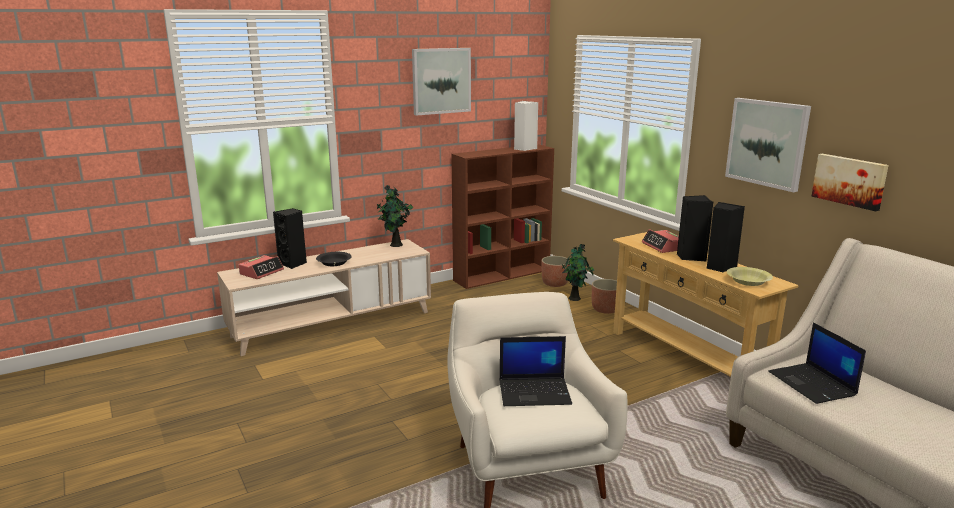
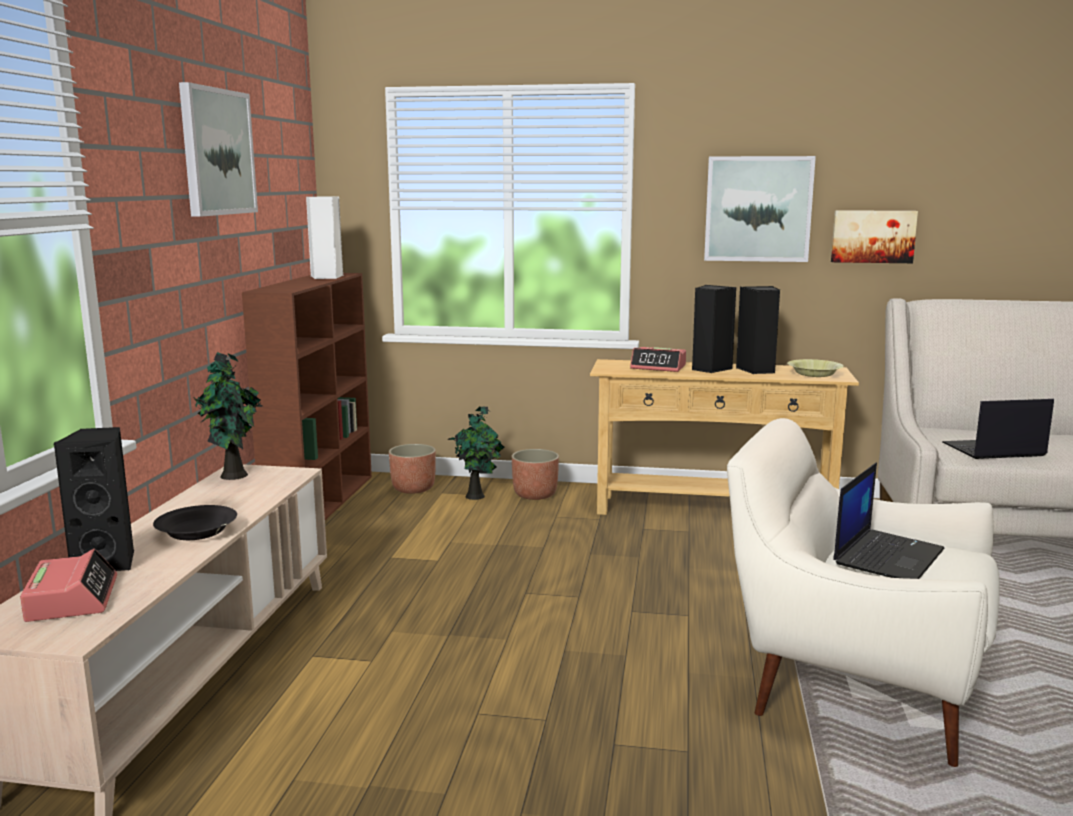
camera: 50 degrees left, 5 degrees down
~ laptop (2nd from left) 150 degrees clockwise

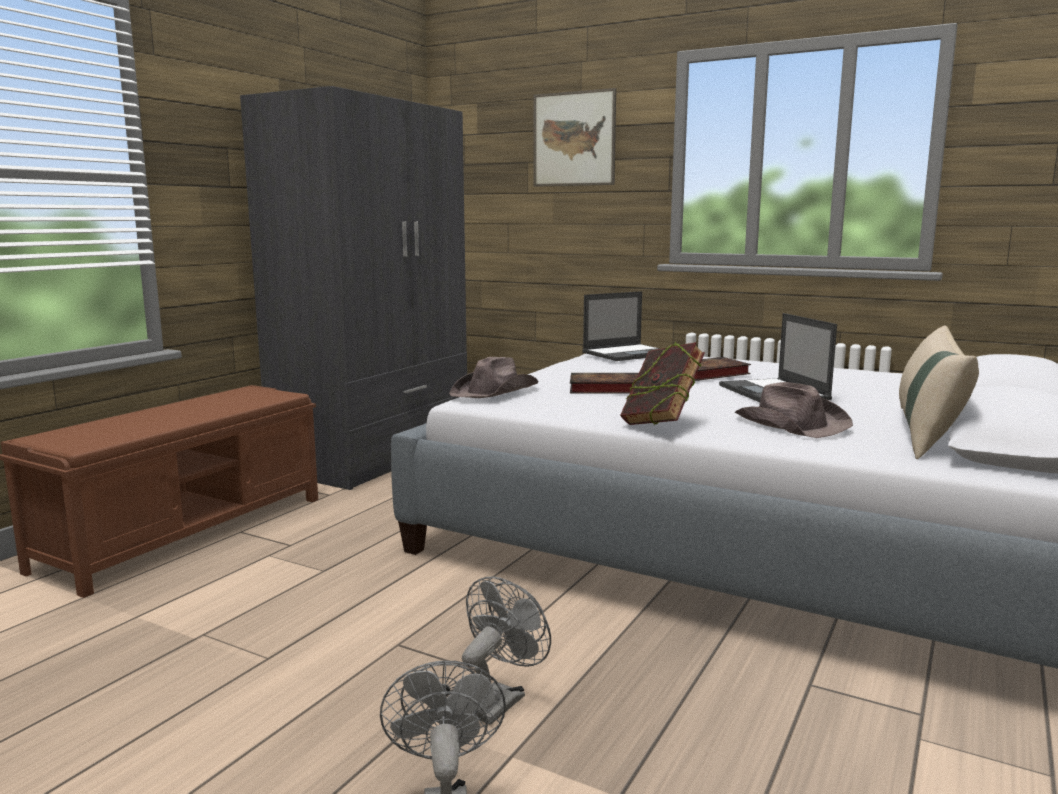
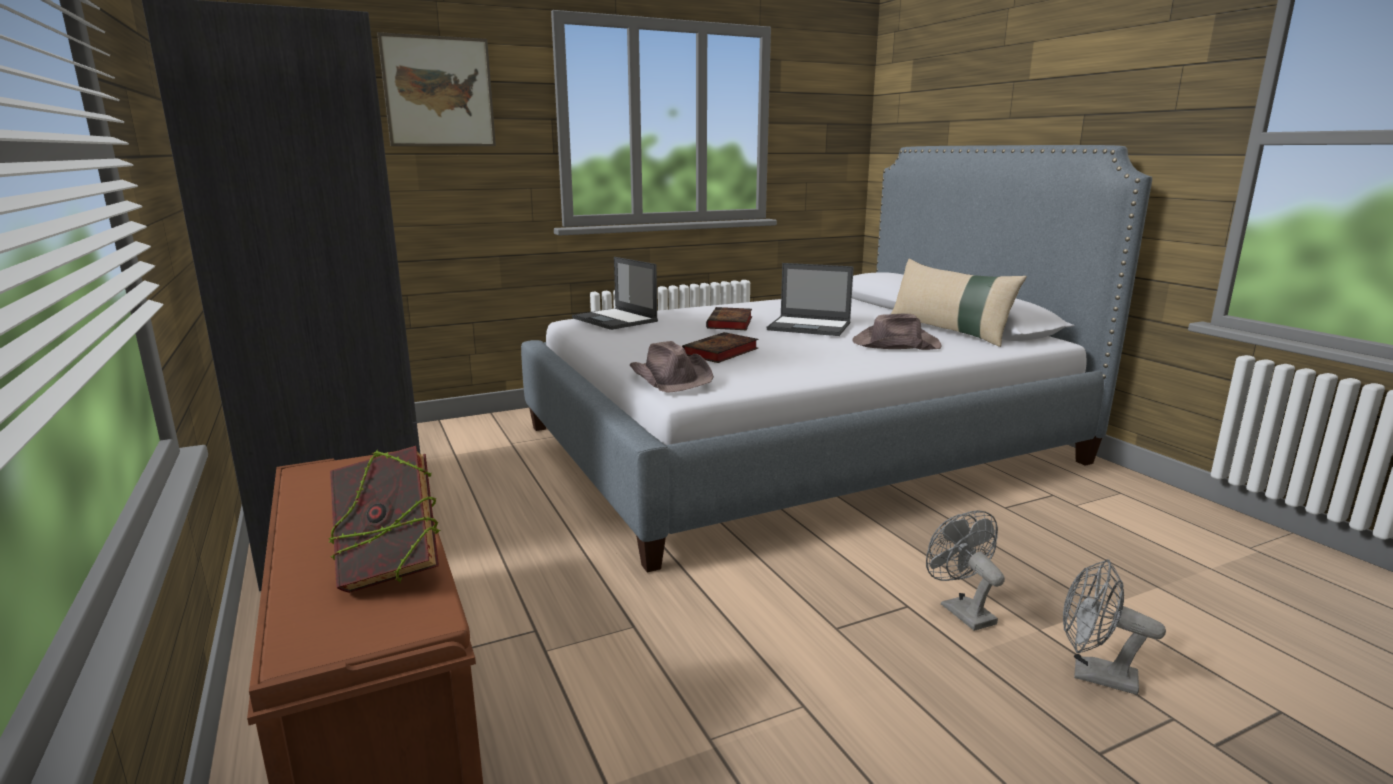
camera: 55 degrees left, 5 degrees up
~ laptop (1st from left) 135 degrees clockwise
~ bound book (2nd from left in the first image) to bound book (1st from left)

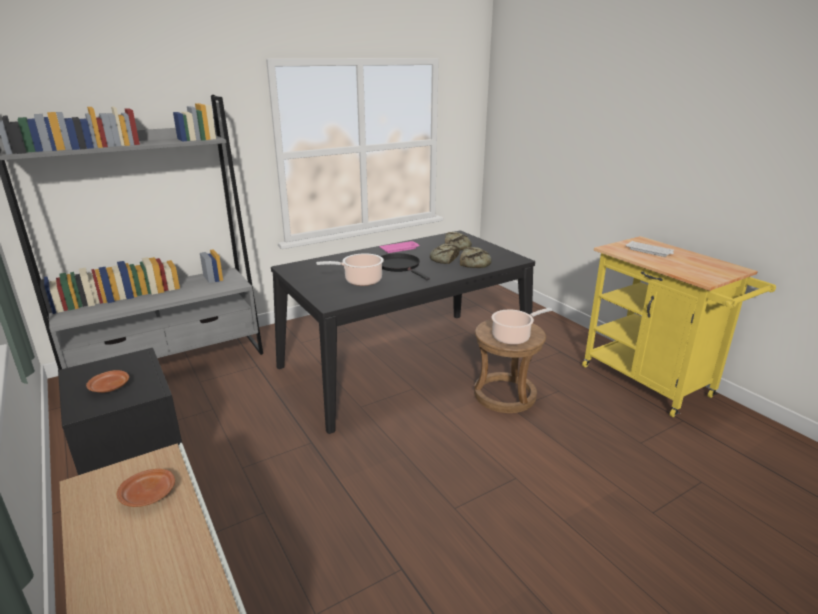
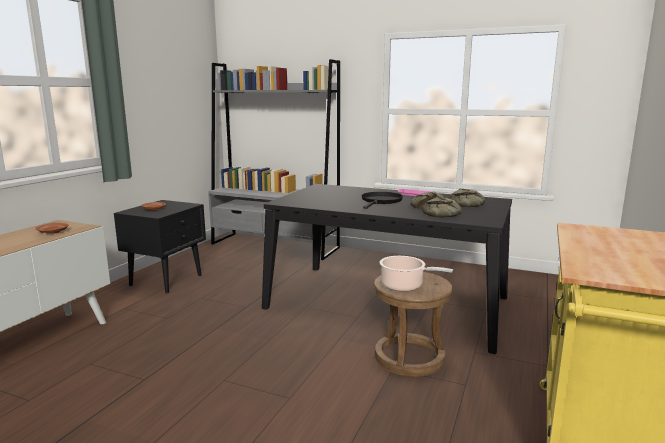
camera: 55 degrees right, 10 degrees down
- stockpot (1st from left)
- serving tray (whitish)

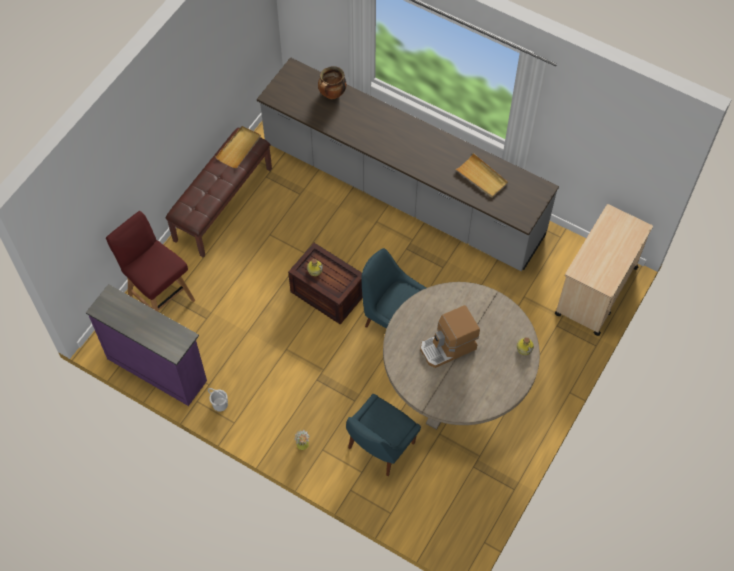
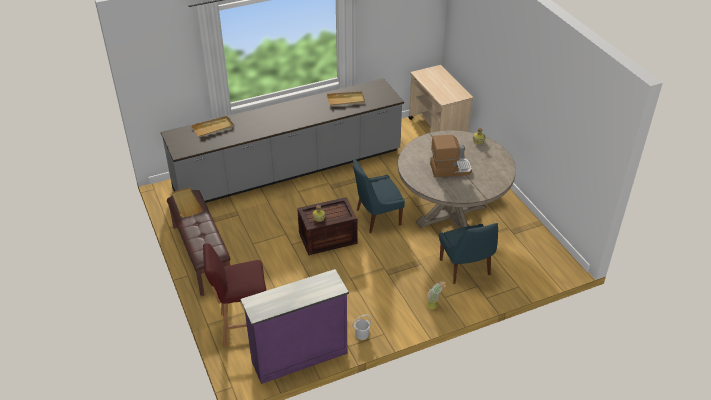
camera: 55 degrees left, 20 degrees down
~ stockpot to serving tray (beige-coloured) (2nd from left)
~ coffee maker 105 degrees counterclockwise

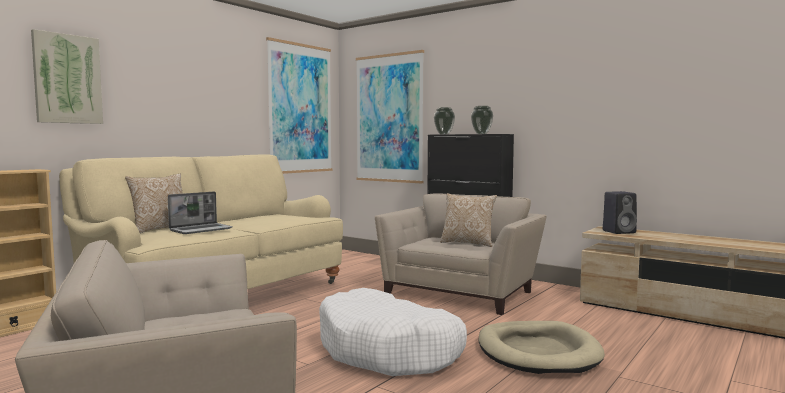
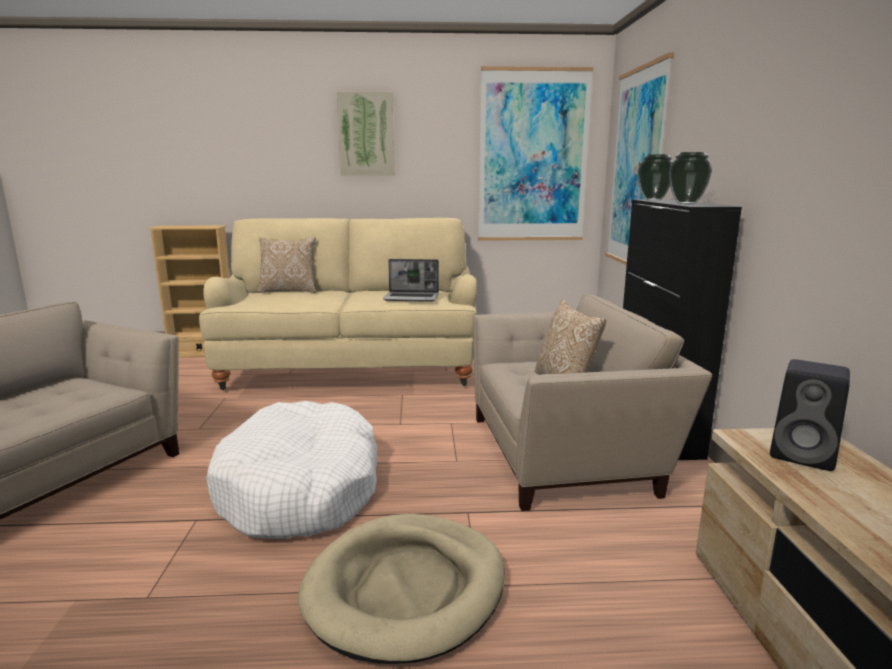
camera: 50 degrees right, 10 degrees up
~ wall art (1st from left)
~ laptop

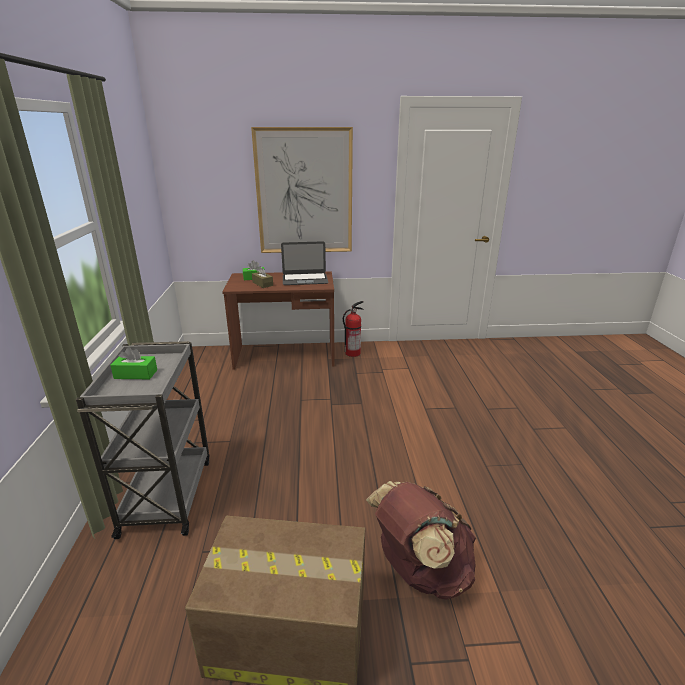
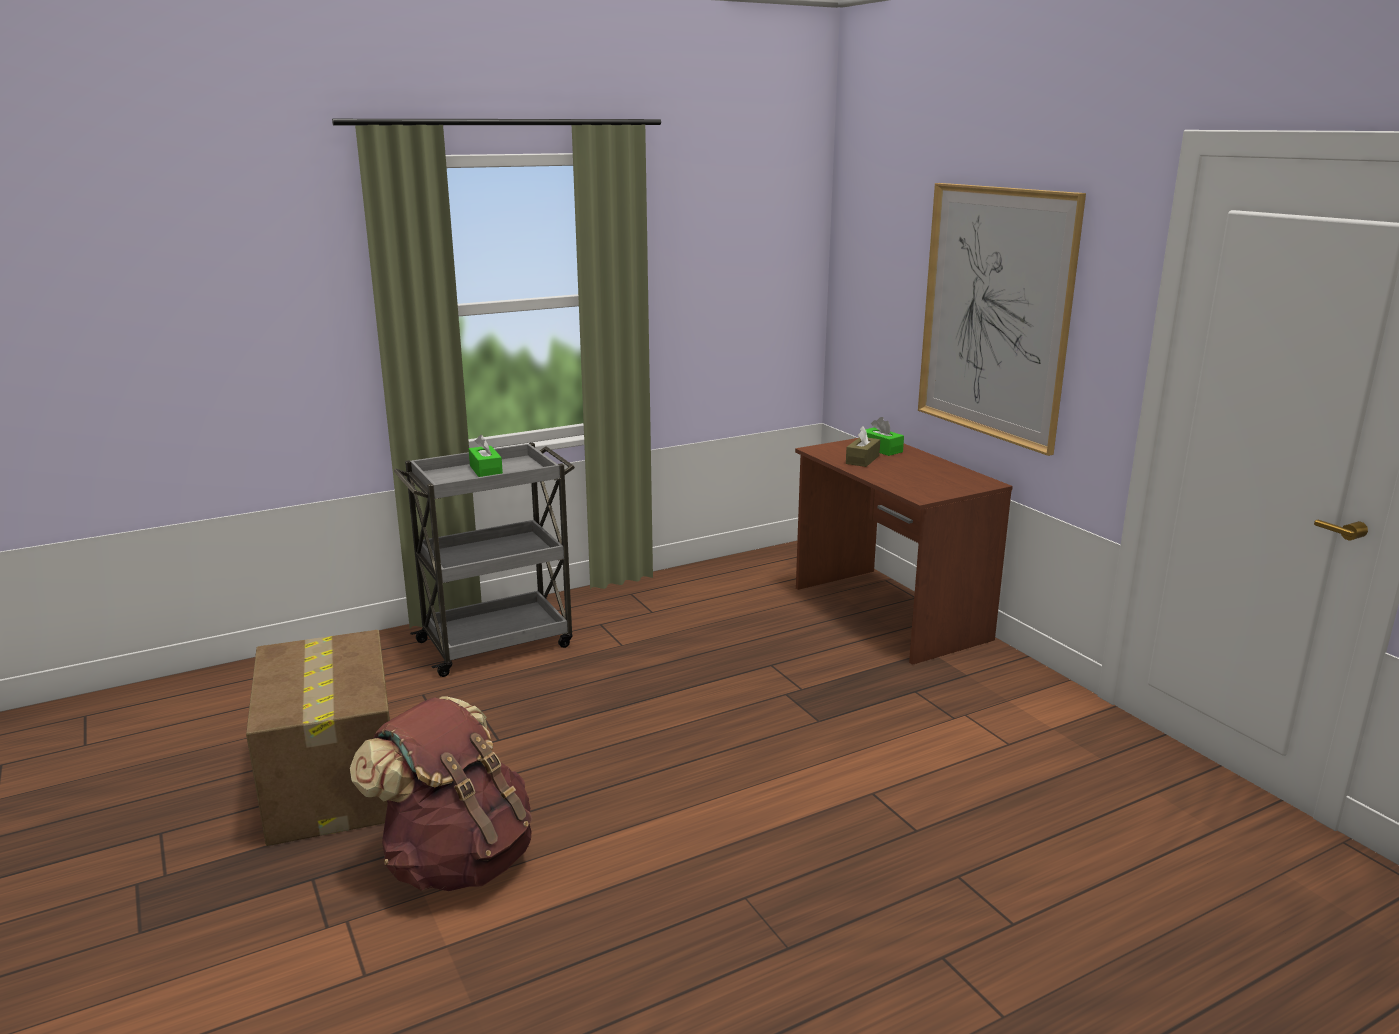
camera: 65 degrees right, 5 degrees down
- laptop
- fire extinguisher

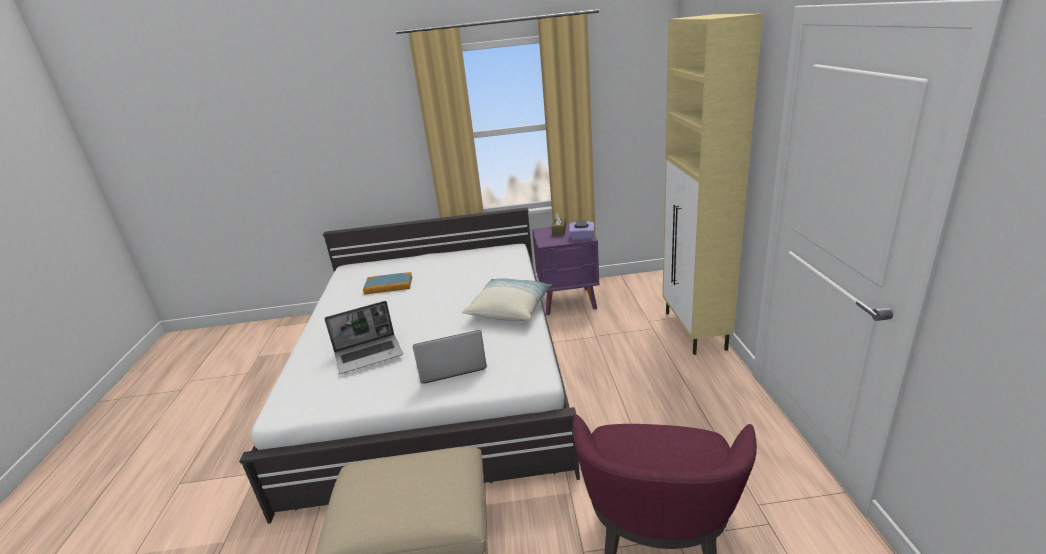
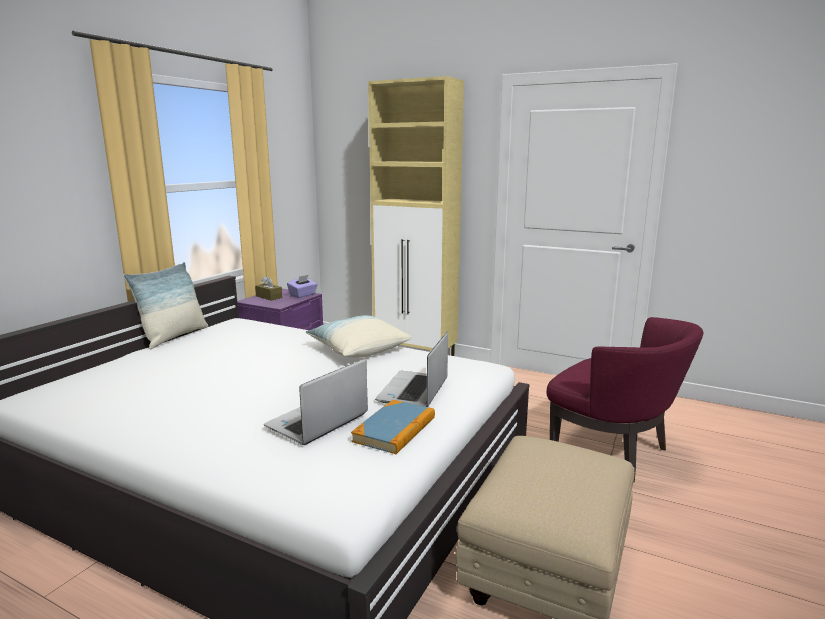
camera: 60 degrees left, 10 degrees down
~ laptop (1st from left) 150 degrees counterclockwise
~ bound book
+ cushion (1st from left)

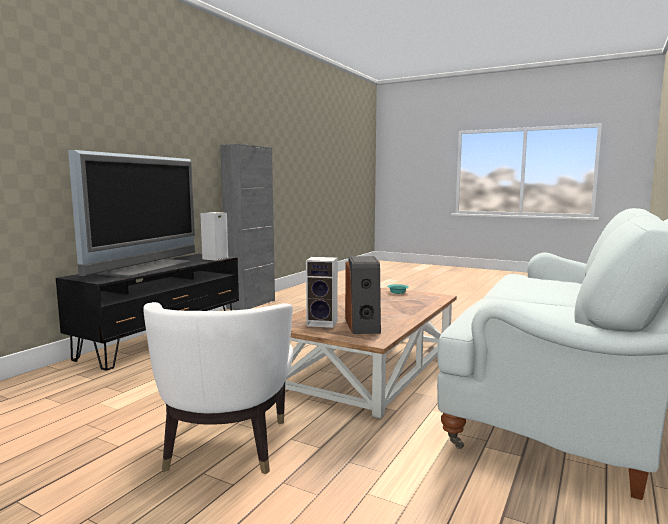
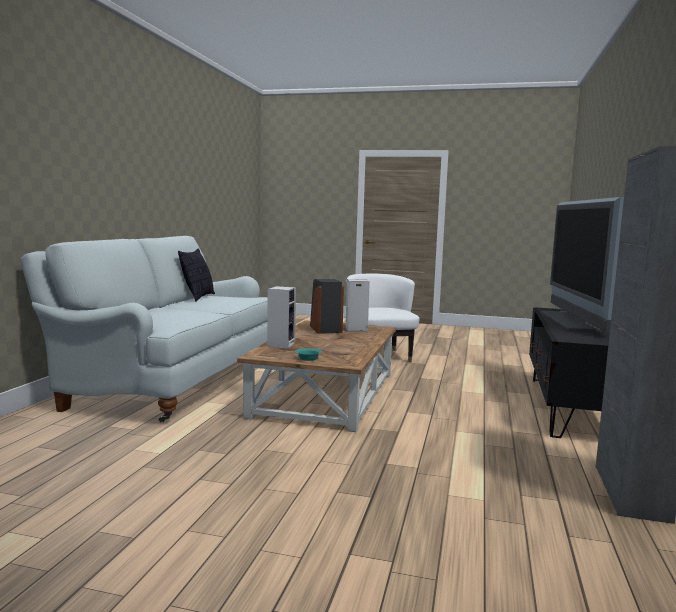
camera: 165 degrees right, 0 degrees up
~ speaker (1st from left)
+ cushion

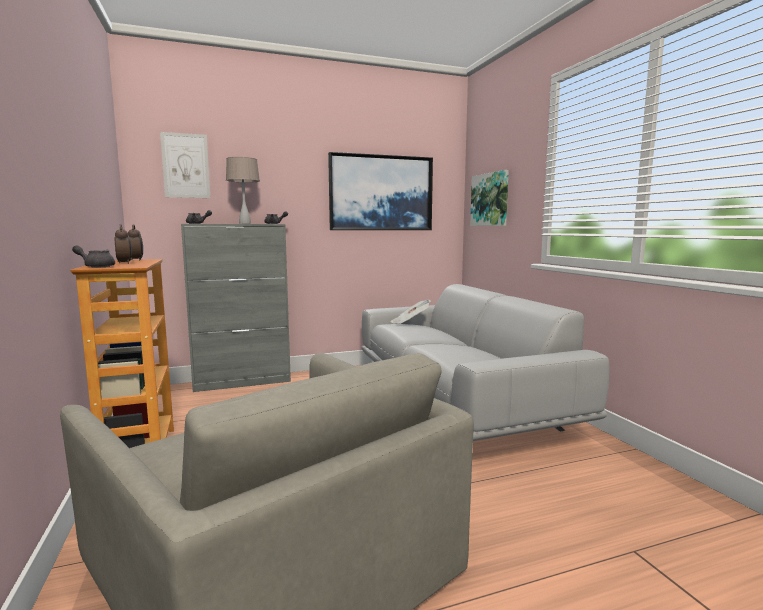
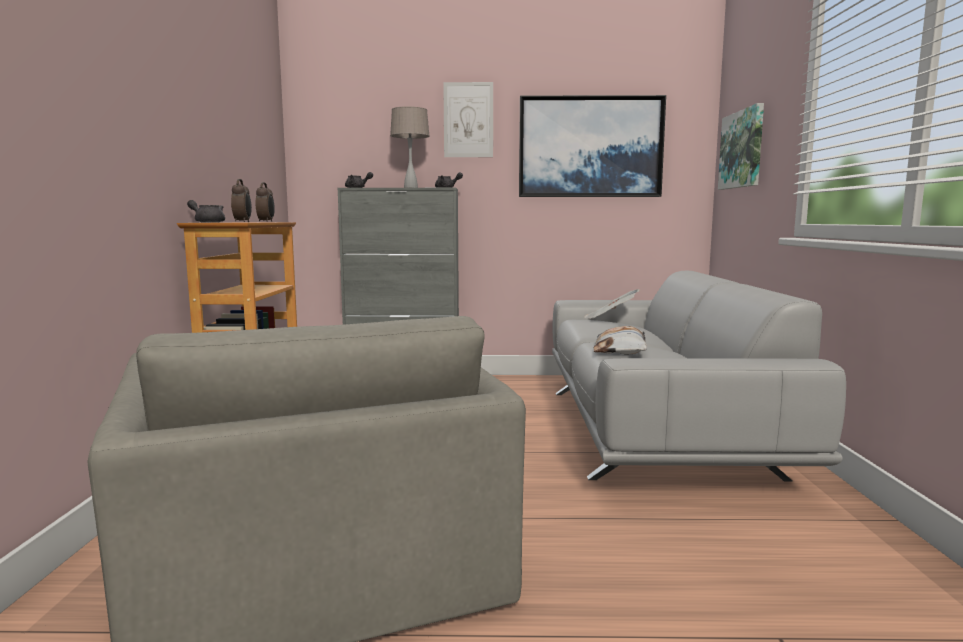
camera: 20 degrees right, 0 degrees up
~ wall art (1st from left)
+ cushion

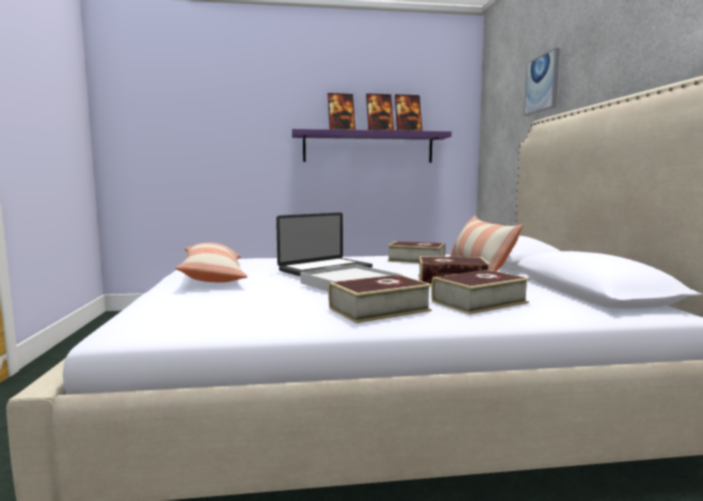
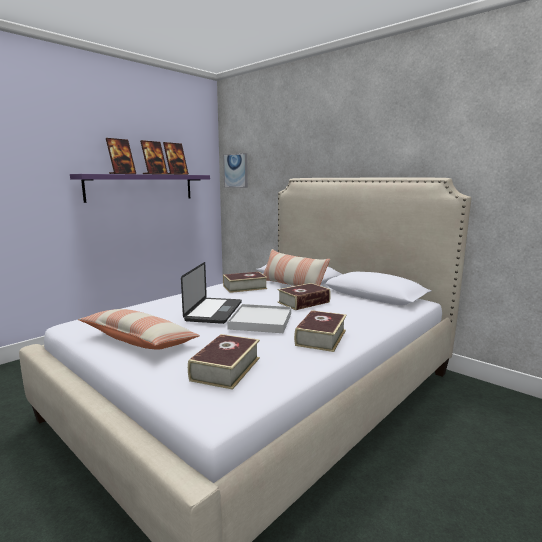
camera: 40 degrees left, 5 degrees up
~ bound book (4th from left in the first image) to bound book (1st from left)
~ wall art

